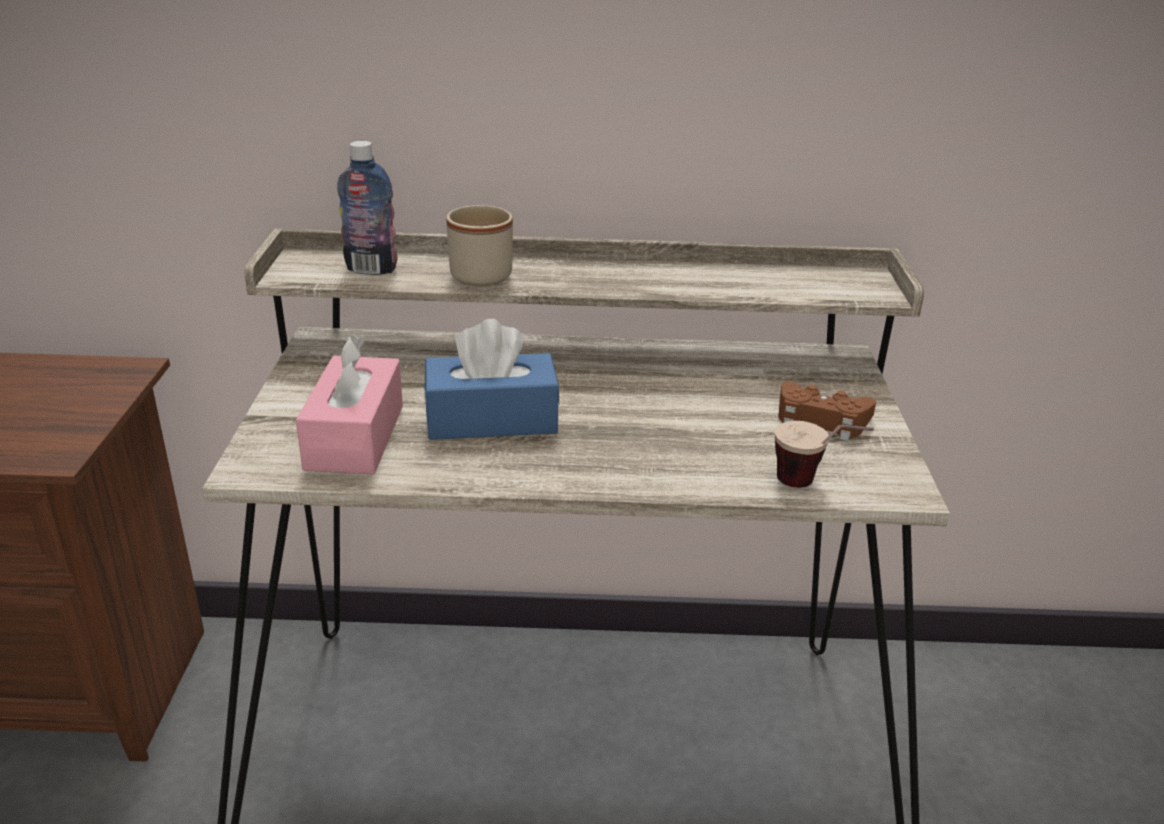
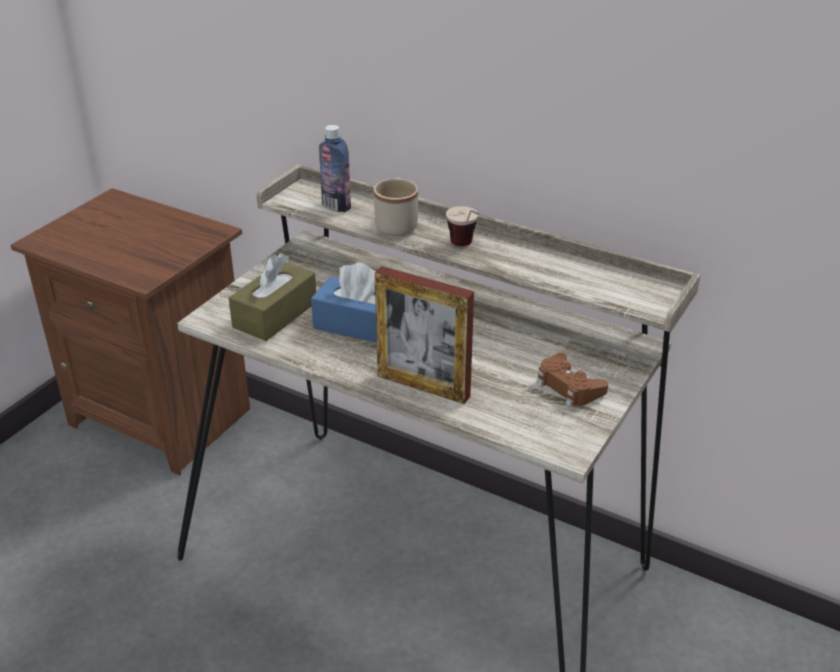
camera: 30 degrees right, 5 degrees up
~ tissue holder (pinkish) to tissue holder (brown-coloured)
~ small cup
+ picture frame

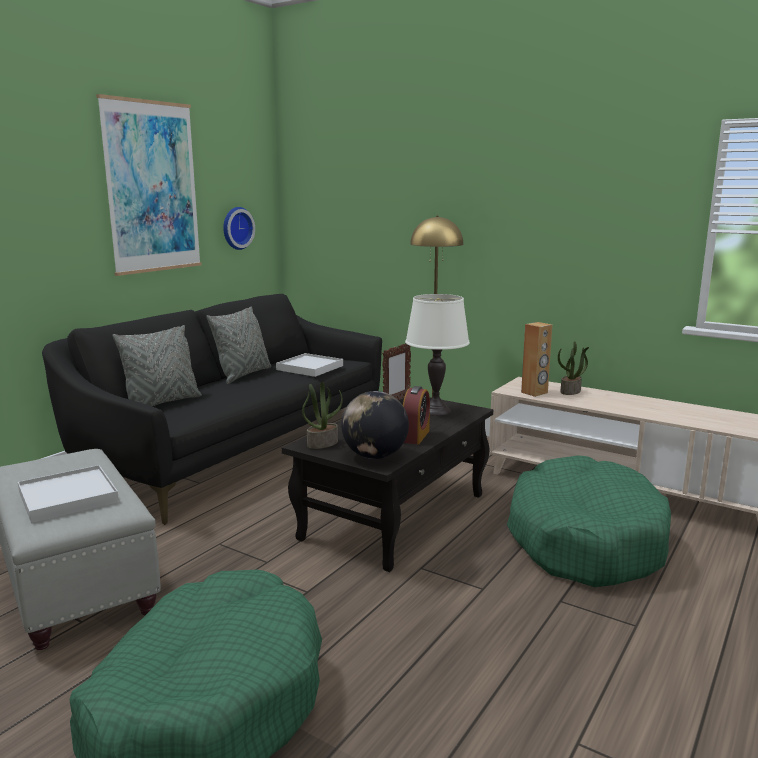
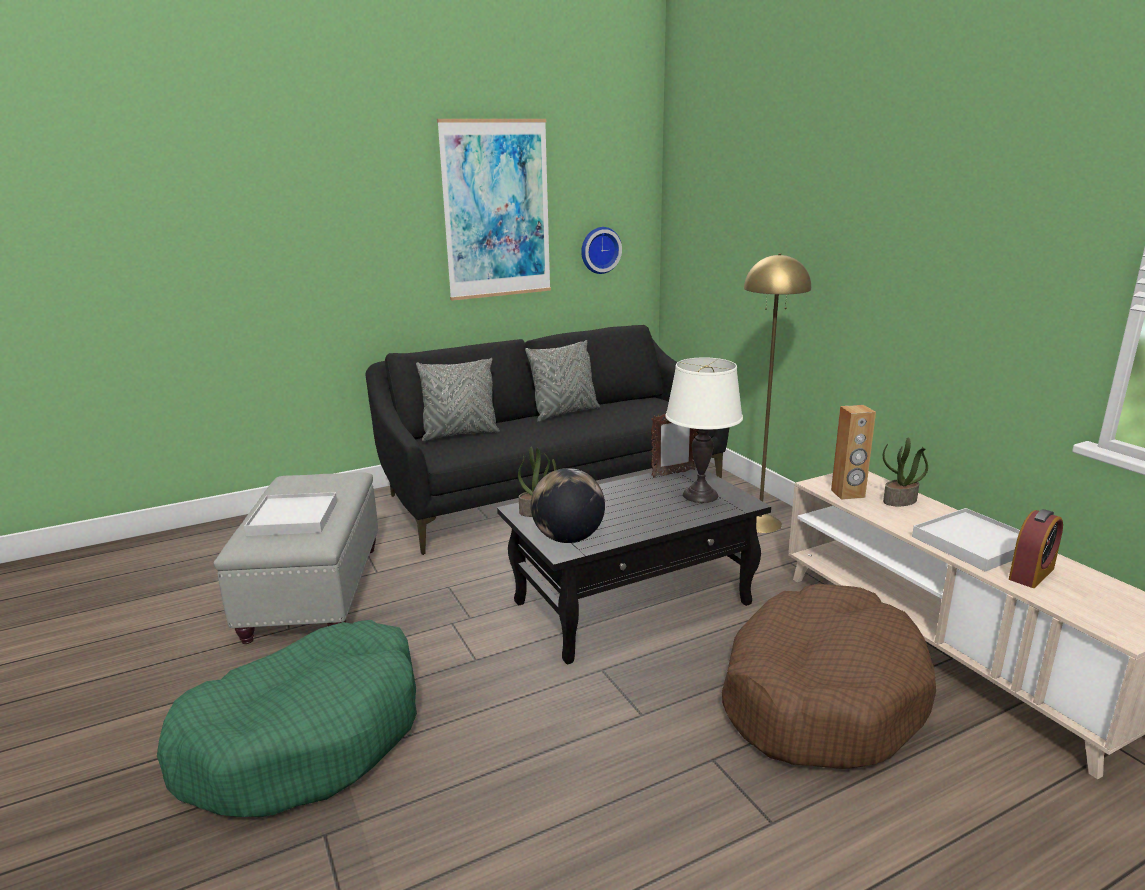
camera: 30 degrees right, 5 degrees up
~ serving tray (whitish) (2nd from left)
~ table clock
~ pet bed (green-coloured) (2nd from left) to pet bed (brown-coloured)

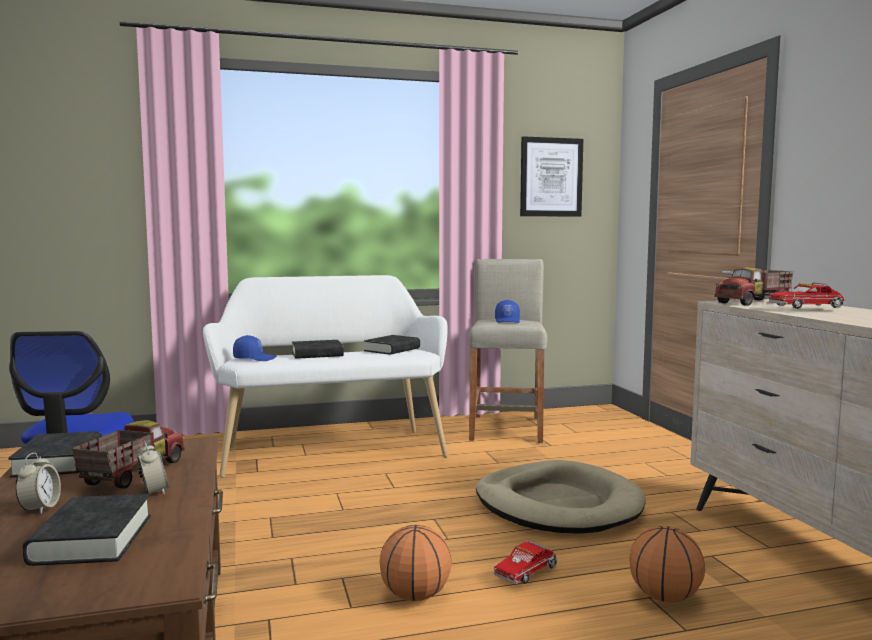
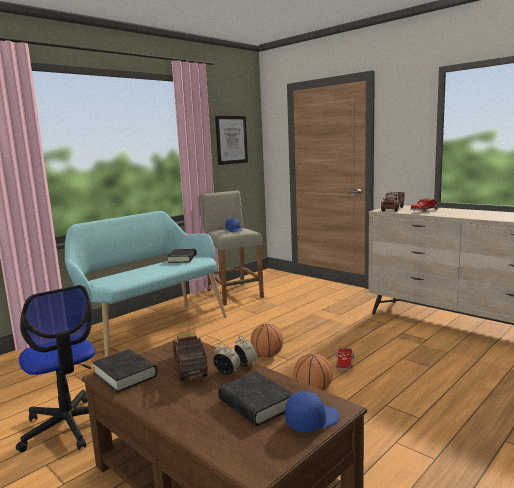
camera: 30 degrees left, 5 degrees up
~ table clock (1st from left in the first image) to table clock (2nd from left)
~ long seat (whitish) to long seat (blue-green)
~ baseball cap (blue) (1st from left in the first image) to baseball cap (blue) (2nd from left)
- bound book (black-coloured) (3rd from left)
- pet bed (beige-coloured)
~ ball for basketball (2nd from left in the first image) to ball for basketball (1st from left)

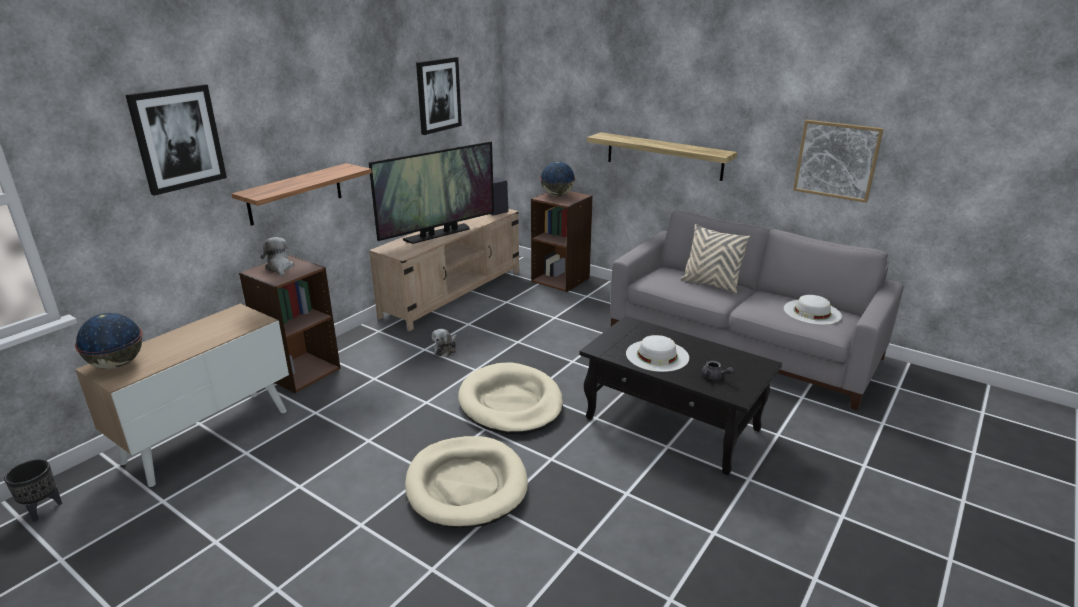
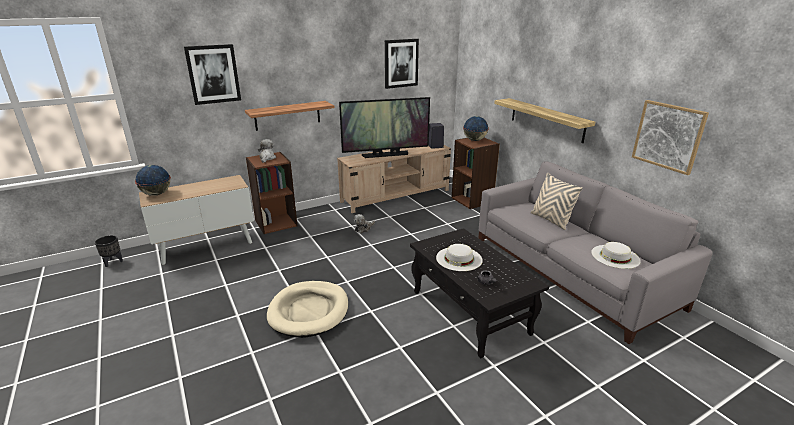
camera: 25 degrees right, 0 degrees up
- pet bed (beige-coloured) (2nd from left)

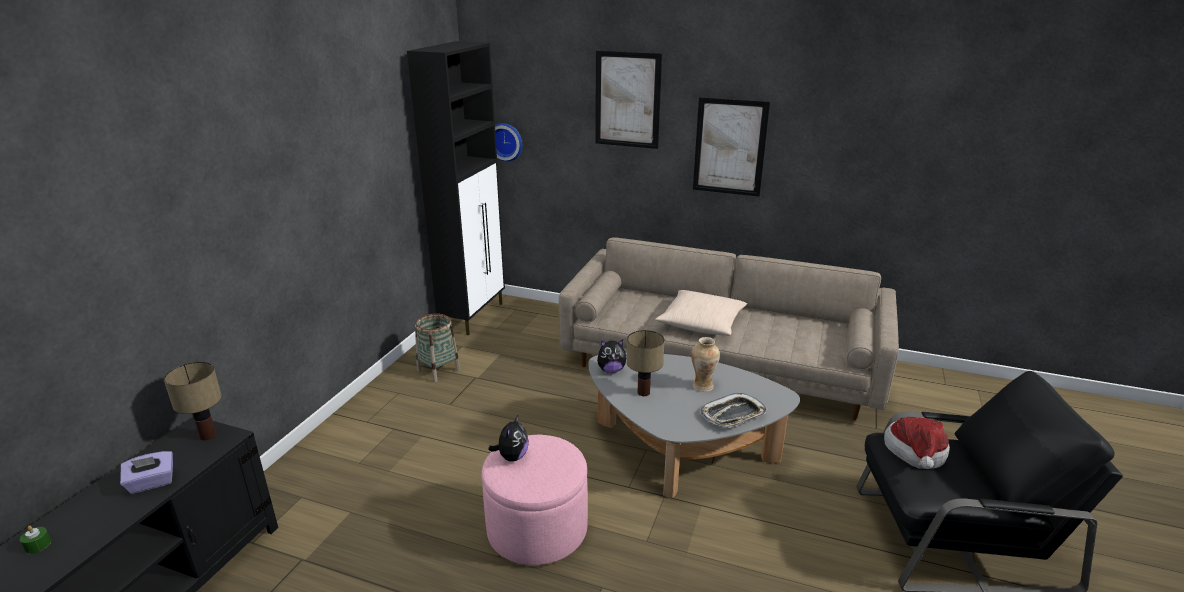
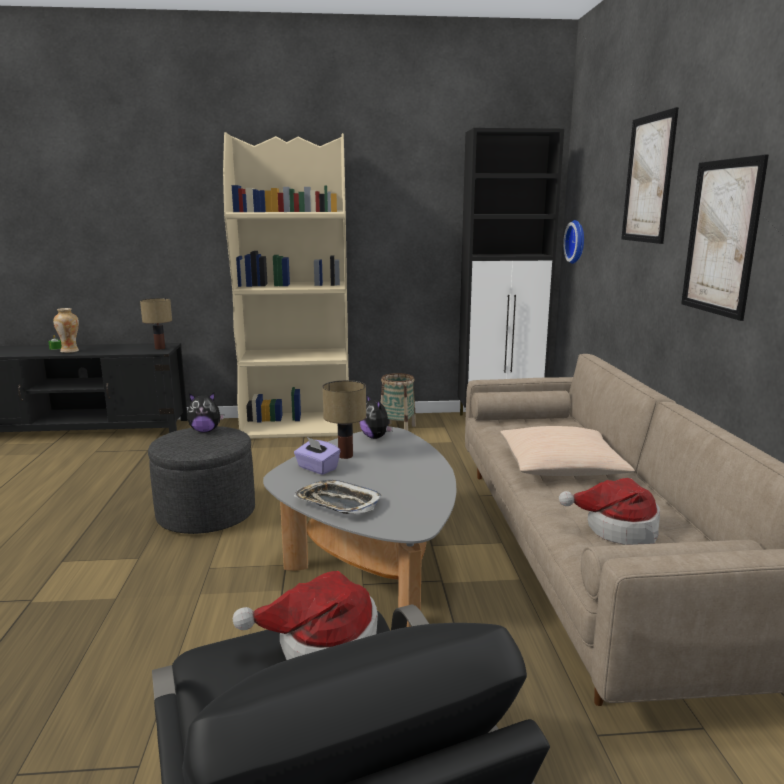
camera: 65 degrees right, 10 degrees down
~ tissue holder (purple)
~ footrest (pinkish) to footrest (gray)
~ decorative vase
+ shelving unit (beige-coloured)
+ wearable hat (2nd from left)

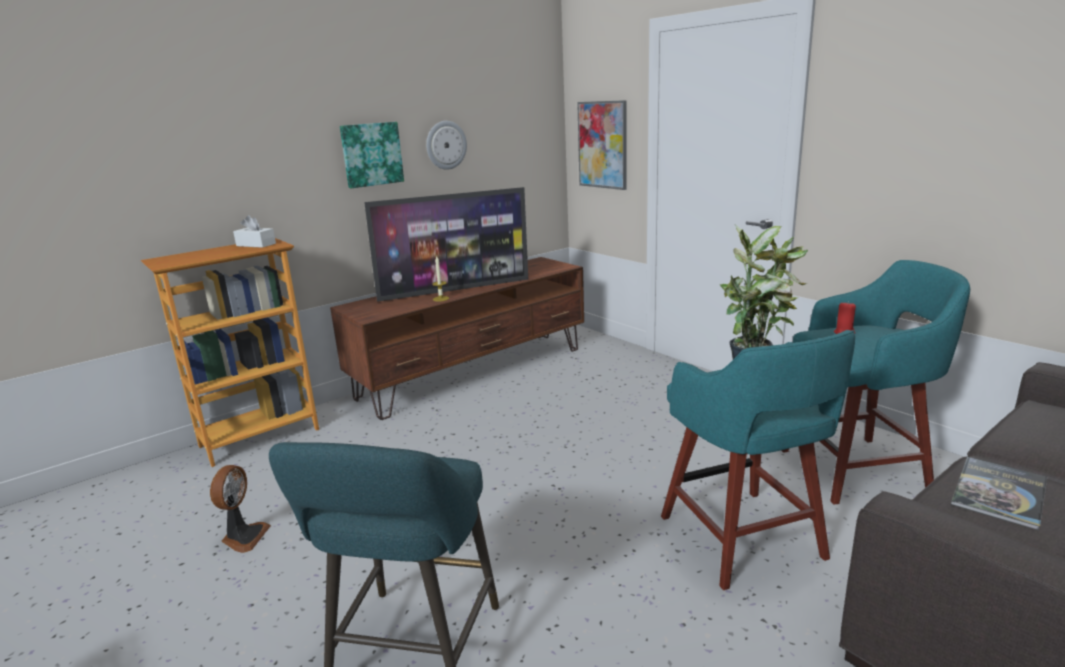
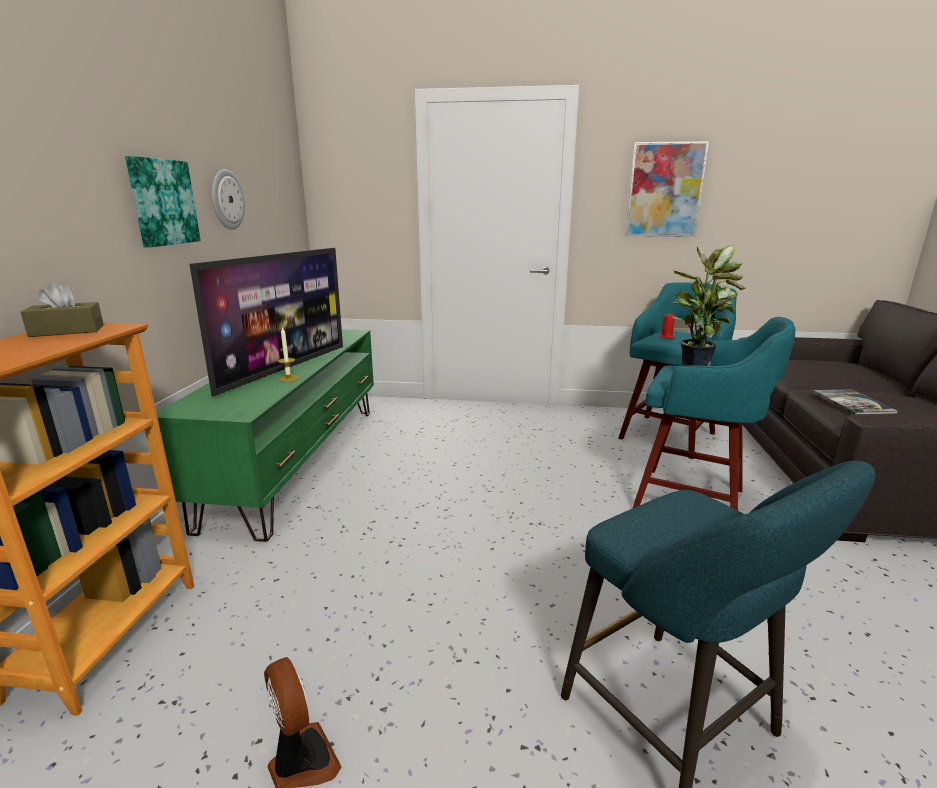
camera: 45 degrees left, 0 degrees up
~ tissue holder (whitish) to tissue holder (brown-coloured)
~ media console (brown-coloured) to media console (green-coloured)
~ wall art (2nd from left)

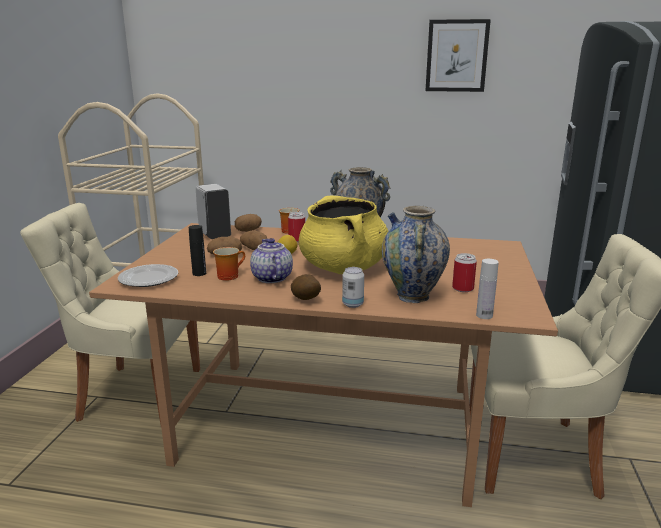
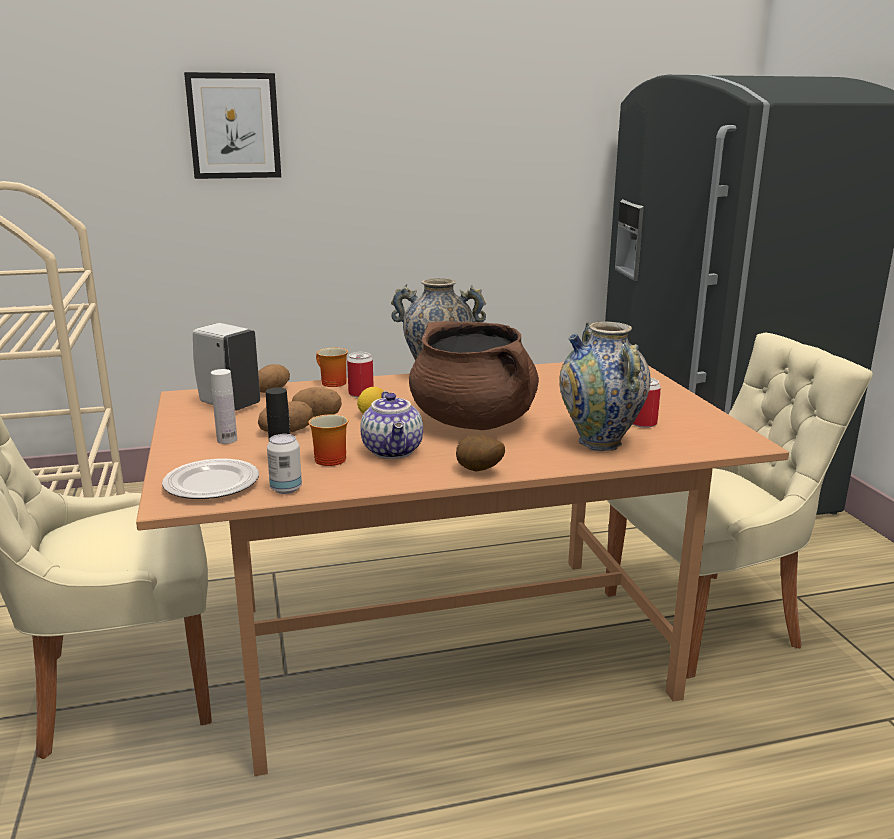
camera: 25 degrees left, 0 degrees up
~ tea pot 150 degrees counterclockwise
~ stockpot (yellow-coloured) to stockpot (brown-coloured)
~ metal can (2nd from left in the first image) to metal can (1st from left)
~ wall art
~ drink bottle (whitish)

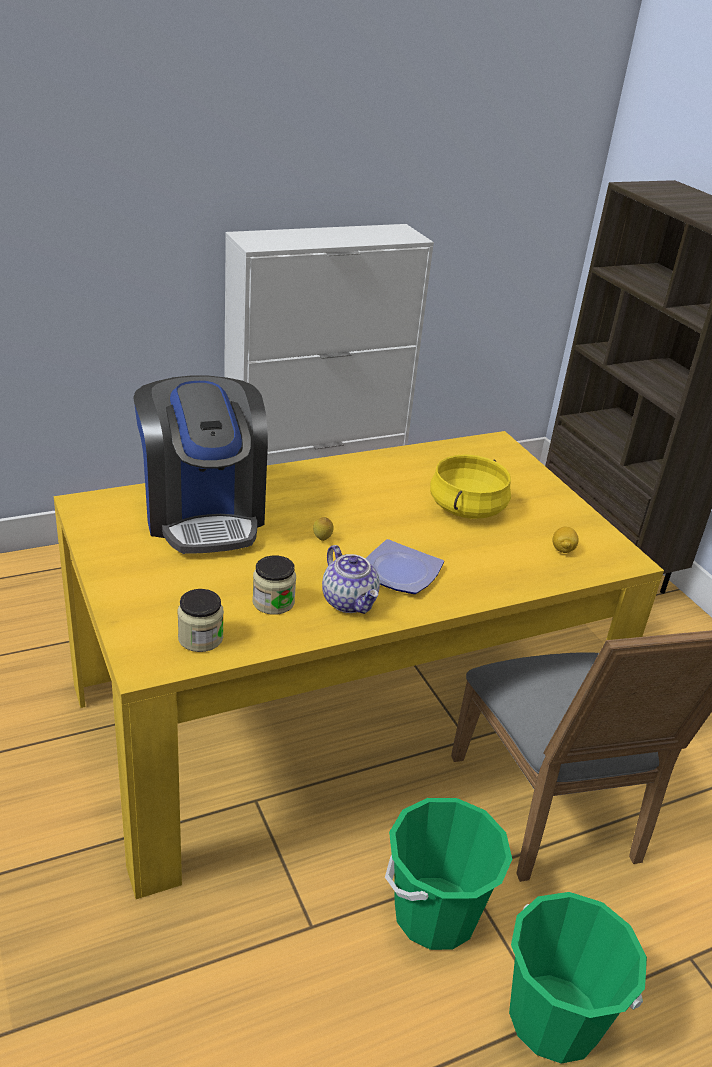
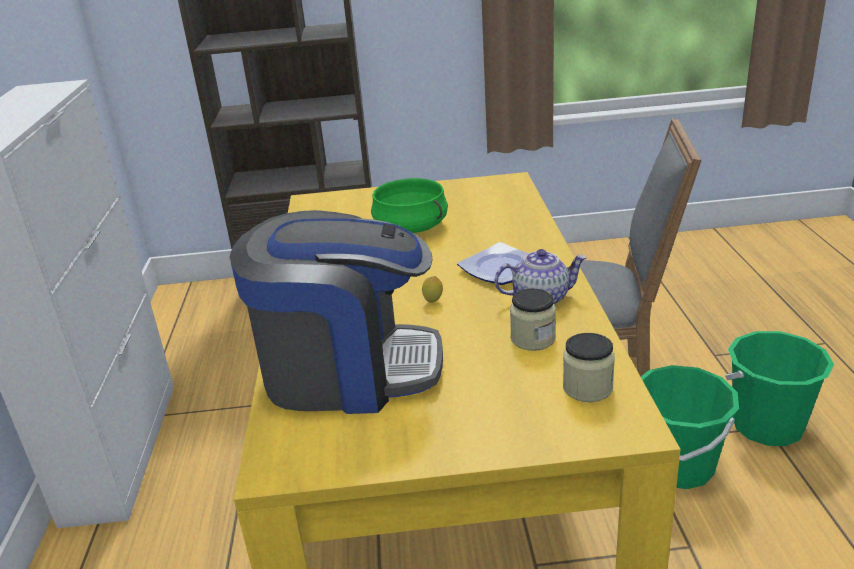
camera: 65 degrees left, 5 degrees down
~ stockpot (yellow-coloured) to stockpot (green-coloured)
- citrus fruit (2nd from left)

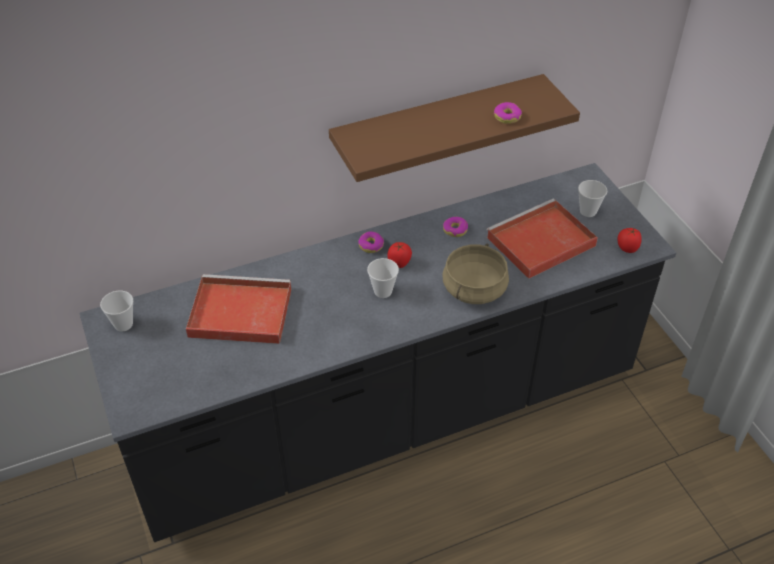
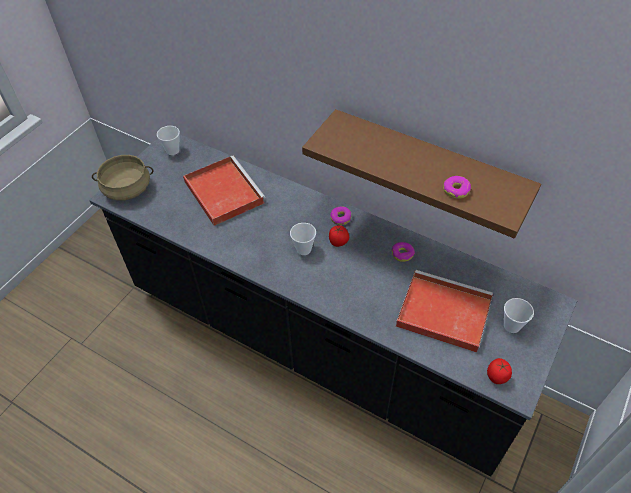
camera: 55 degrees right, 5 degrees up
~ stockpot (beige-coloured)

